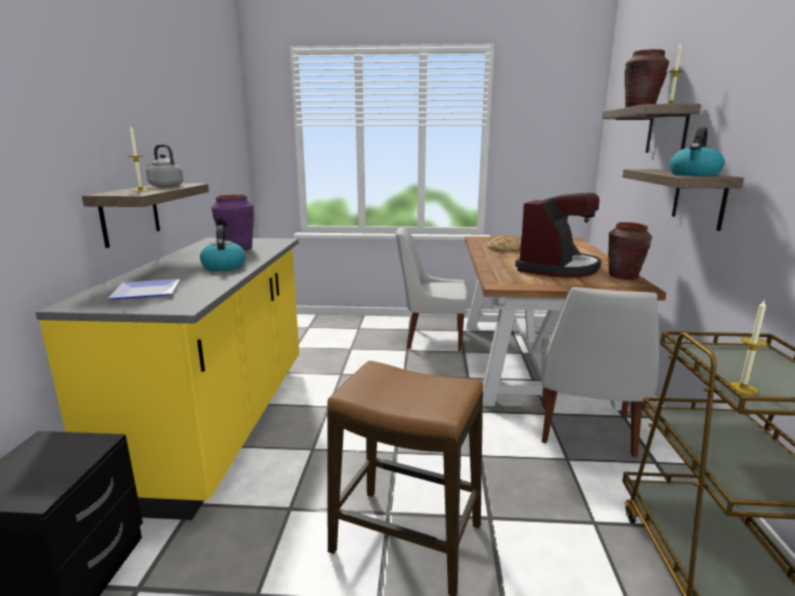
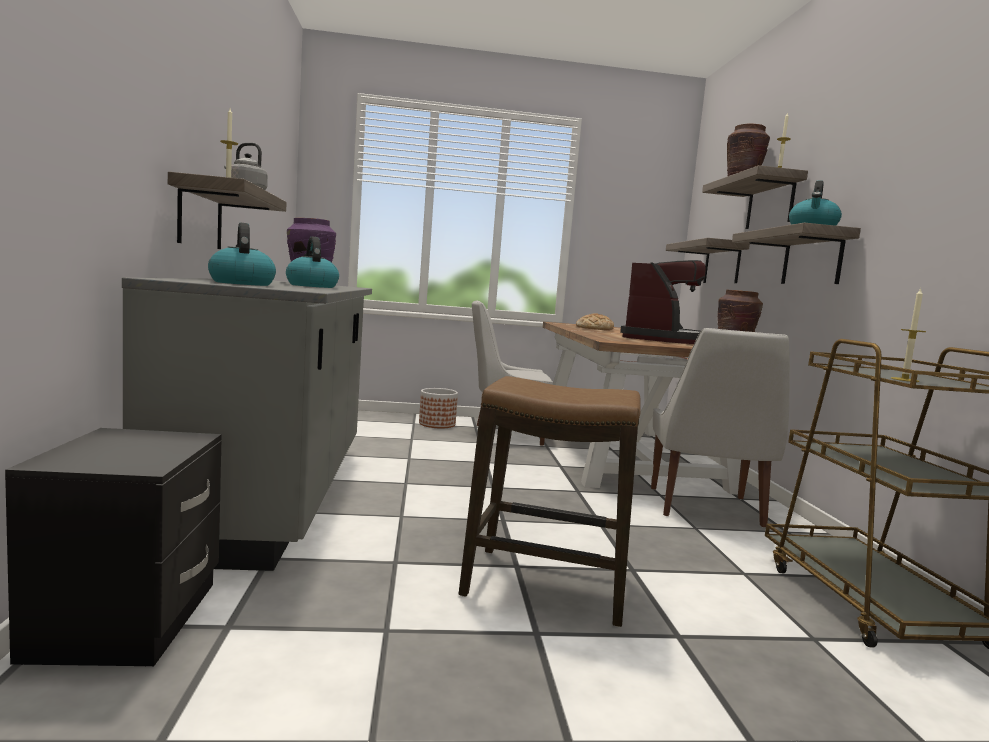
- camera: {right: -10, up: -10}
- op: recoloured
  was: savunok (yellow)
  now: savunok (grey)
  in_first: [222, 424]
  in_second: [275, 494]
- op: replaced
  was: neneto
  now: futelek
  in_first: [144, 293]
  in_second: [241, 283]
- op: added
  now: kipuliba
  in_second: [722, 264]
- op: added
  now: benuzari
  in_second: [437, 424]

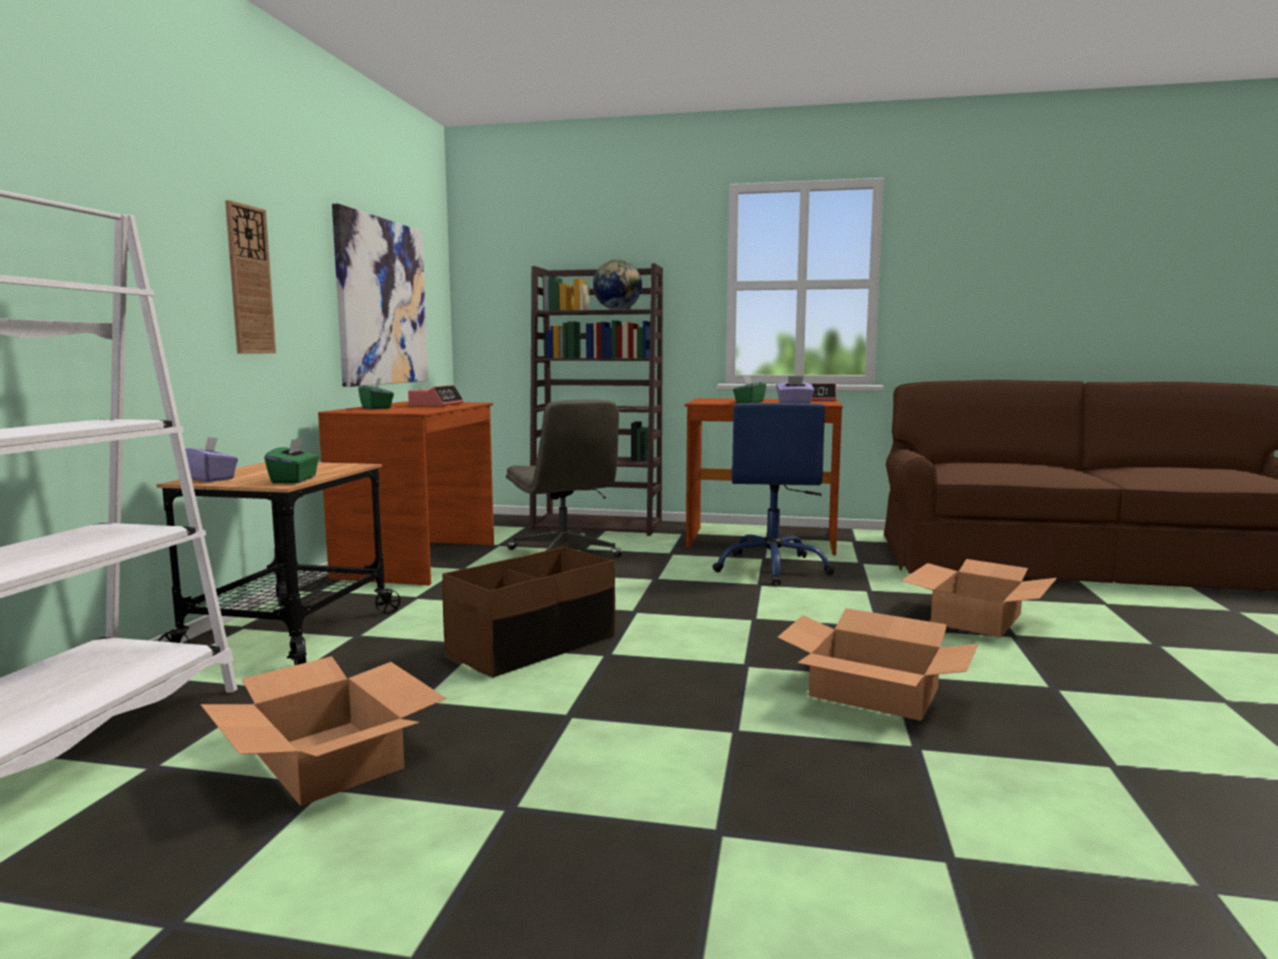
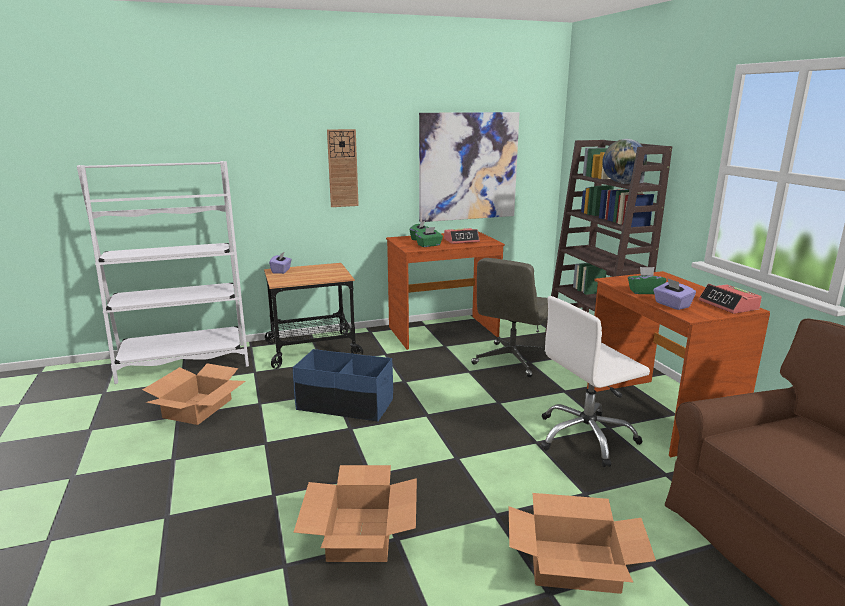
- camera: {right: 60, up: 10}
- op: recoloured
  was: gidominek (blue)
  now: gidominek (white)
  in_first: [772, 568]
  in_second: [586, 437]
- op: moved
  was: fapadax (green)
  in_first: [294, 480]
  in_second: [429, 245]
- op: recoloured
  was: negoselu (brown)
  now: negoselu (blue)
  in_first: [533, 646]
  in_second: [345, 405]

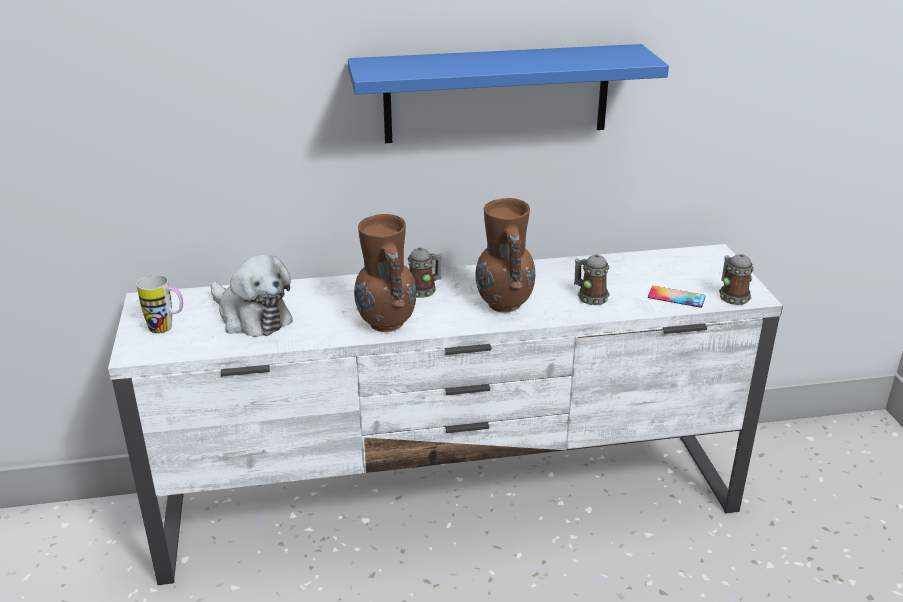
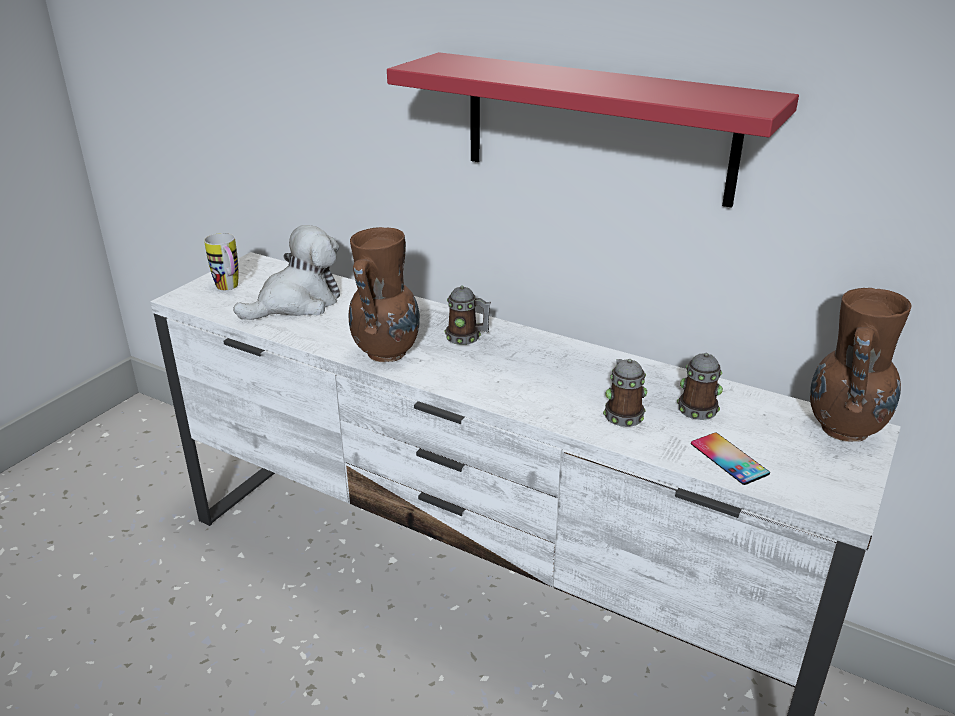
- camera: {right: 40, up: 0}
- op: recoloured
  was: kipuliba (blue)
  now: kipuliba (red)
  in_first: [497, 94]
  in_second: [597, 128]
- op: moved
  was: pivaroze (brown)
  in_first: [504, 305]
  in_second: [842, 430]
- op: turned
  was: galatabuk
  in_first: [251, 317]
  in_second: [297, 303]
  clockwise: -120
- op: moved
  was: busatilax
  in_first: [732, 296]
  in_second: [698, 407]

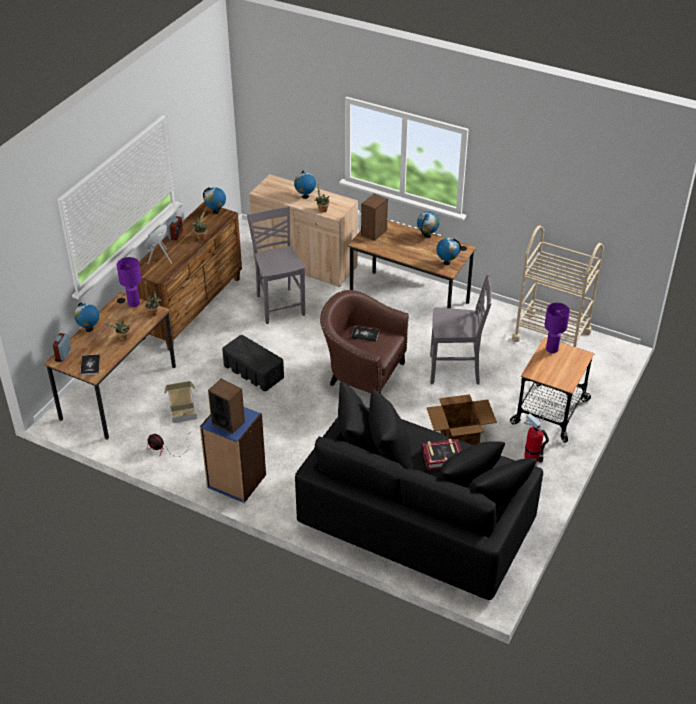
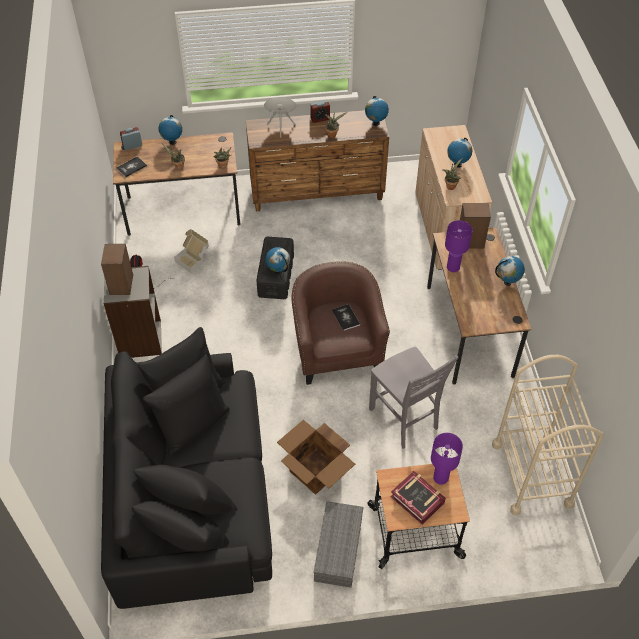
- camera: {right: 55, up: 10}
- op: removed
  was: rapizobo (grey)
  in_first: [279, 305]
- op: moved
  was: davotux
  in_first: [446, 262]
  in_second: [278, 271]
- op: moved
  was: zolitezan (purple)
  in_first: [134, 303]
  in_second: [453, 267]
- op: recoloured
  was: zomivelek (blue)
  now: zomivelek (grey)
  in_first: [236, 481]
  in_second: [139, 339]
- op: replaced
  was: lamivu
  now: negoselu (grey)
  in_first: [532, 457]
  in_second: [337, 548]
- op: moved
  was: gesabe
  in_first: [442, 457]
  in_second: [417, 499]

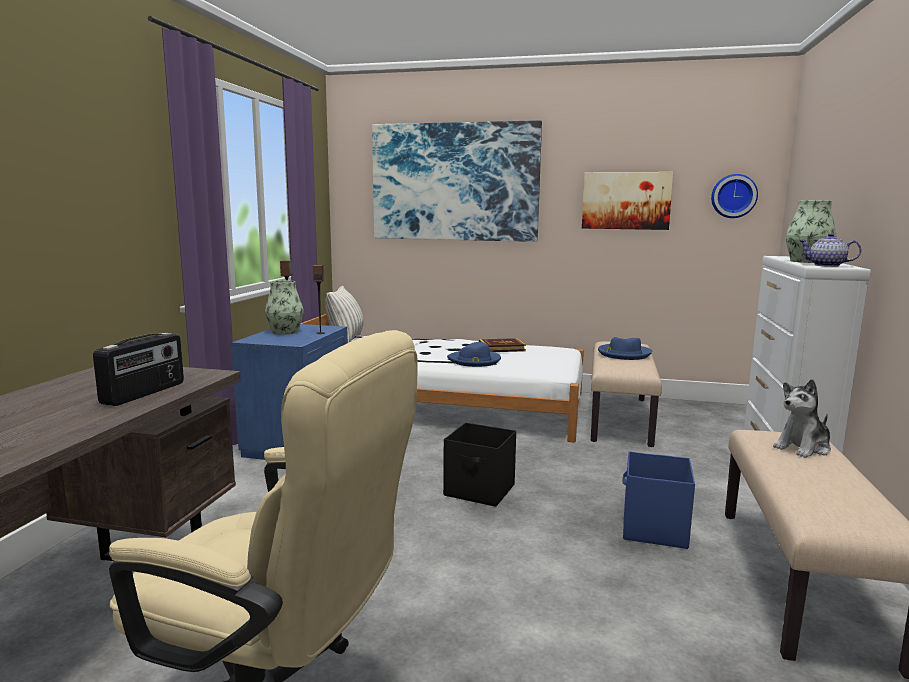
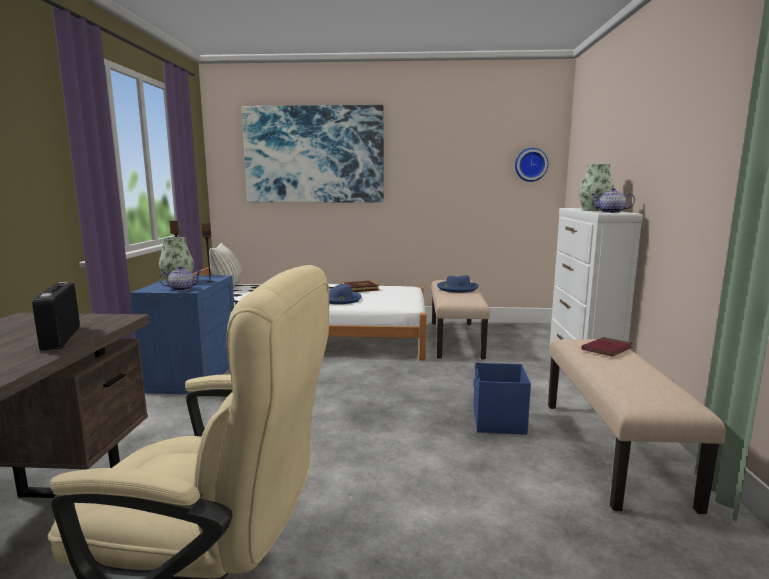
- camera: {right: -10, up: 0}
- op: removed
  was: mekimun
  in_first: [626, 200]
- op: turned
  was: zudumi
  in_first: [145, 393]
  in_second: [60, 338]
  clockwise: 150
- op: replaced
  was: galatabuk
  now: gesabe (red)
  in_first: [803, 448]
  in_second: [606, 349]
- op: removed
  was: negoselu (black)
  in_first: [480, 491]
- op: added
  now: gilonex
  in_second: [181, 289]

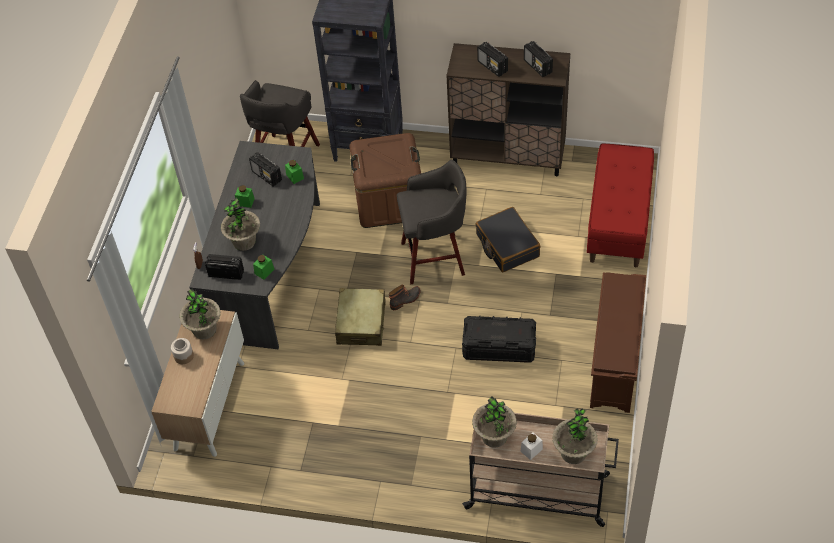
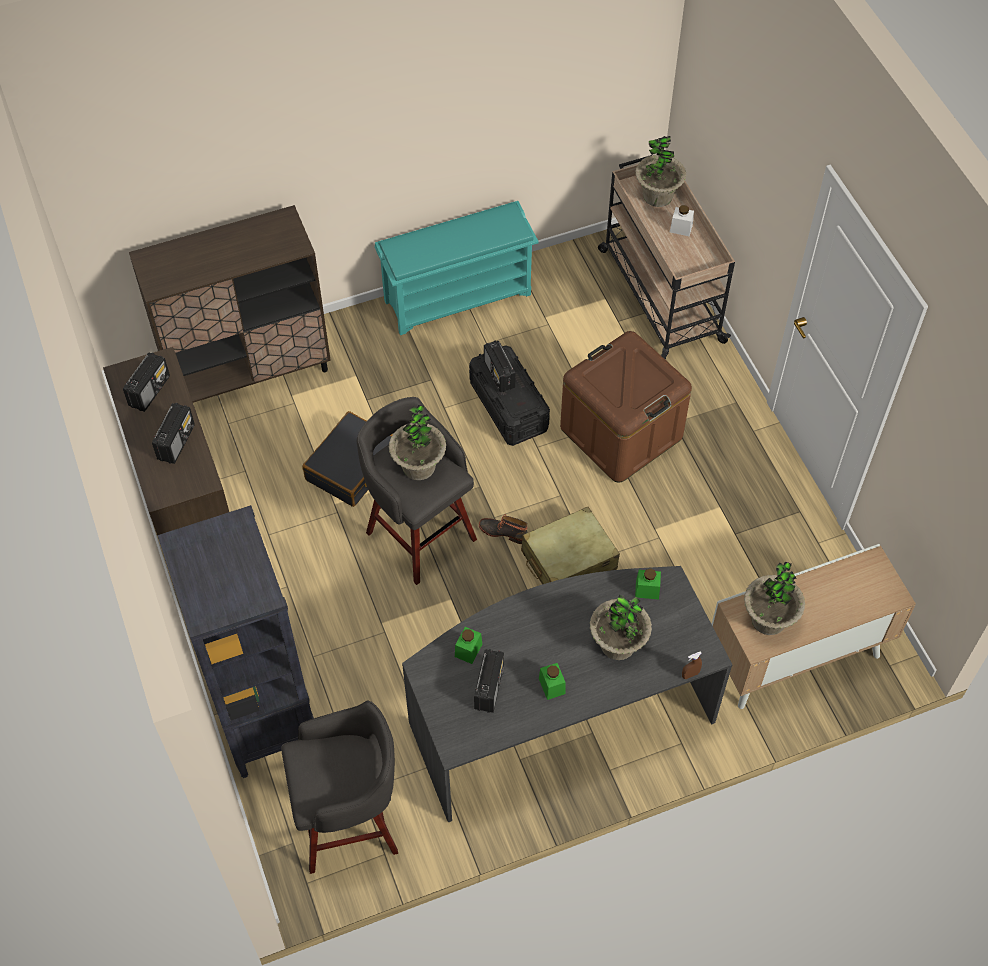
- camera: {right: -125, up: 5}
- op: moved
  was: negoselu (brown)
  in_first: [389, 201]
  in_second: [621, 432]
- op: replaced
  was: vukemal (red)
  now: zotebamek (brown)
  in_first: [618, 222]
  in_second: [249, 372]
- op: moved
  was: zudumi
  in_first: [226, 273]
  in_second: [499, 375]
- op: recoloured
  was: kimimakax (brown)
  now: kimimakax (turquoise)
  in_first: [615, 363]
  in_second: [458, 296]
- op: removed
  was: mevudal
  in_first: [183, 356]
- op: moved
  was: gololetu
  in_first: [494, 436]
  in_second: [419, 466]

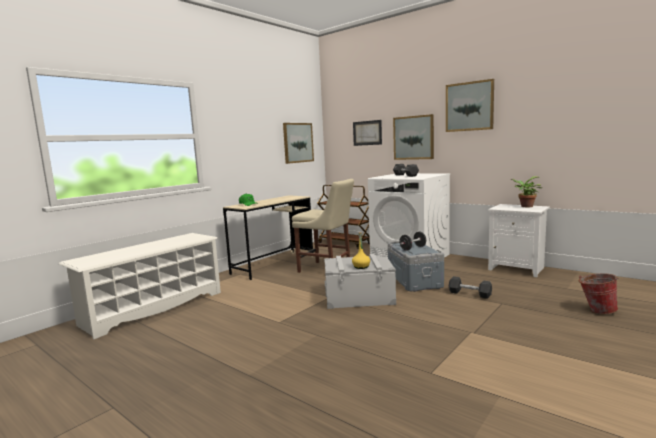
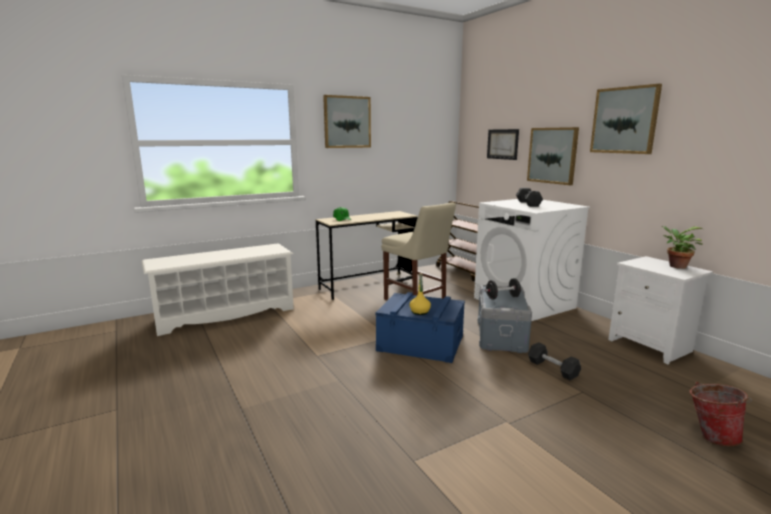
- camera: {right: 20, up: 5}
- op: moved
  was: mekimun
  in_first: [298, 142]
  in_second: [347, 122]
- op: recoloured
  was: negoselu (grey)
  now: negoselu (blue)
  in_first: [359, 296]
  in_second: [421, 343]

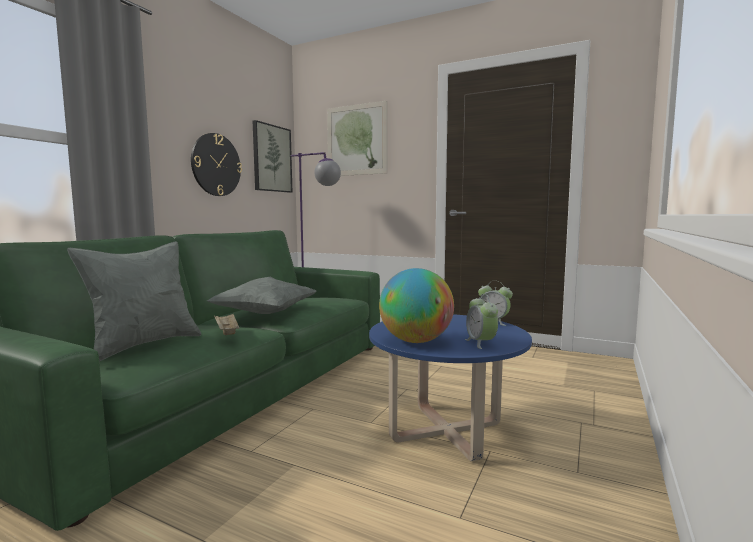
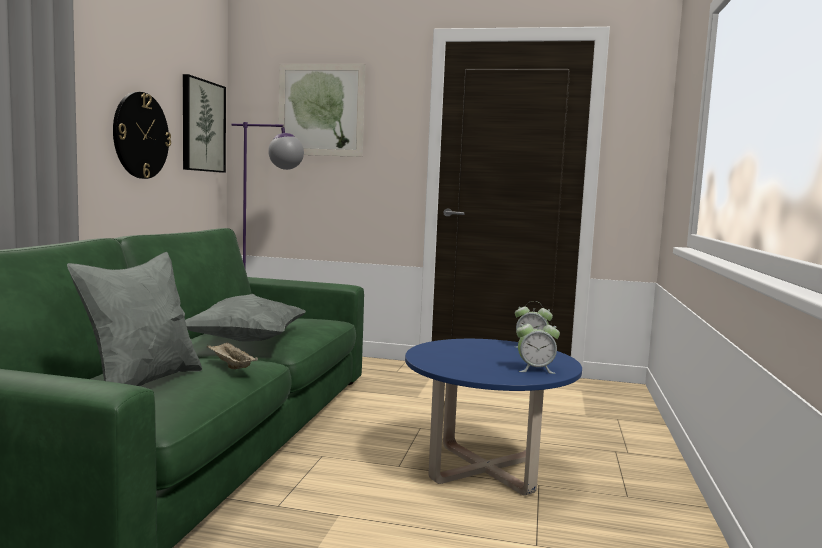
- camera: {right: -15, up: 0}
- op: removed
  was: davotux
  in_first: [416, 341]
- op: turned
  was: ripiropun
  in_first: [481, 343]
  in_second: [535, 370]
  clockwise: -60

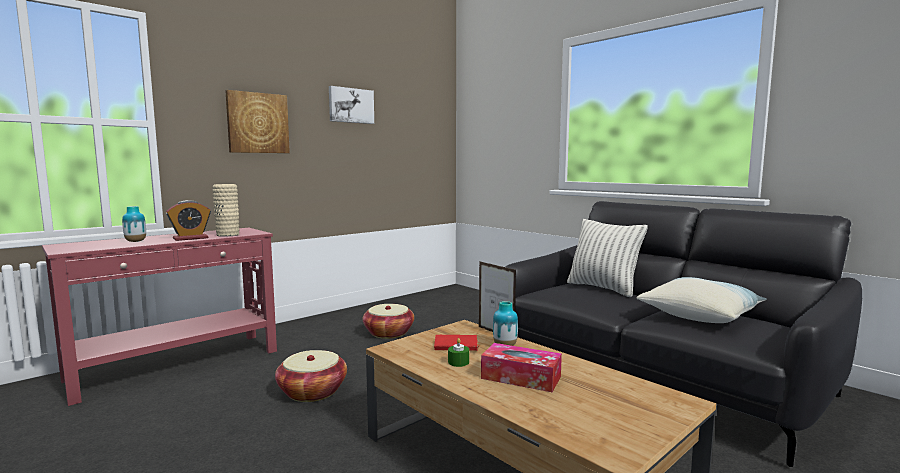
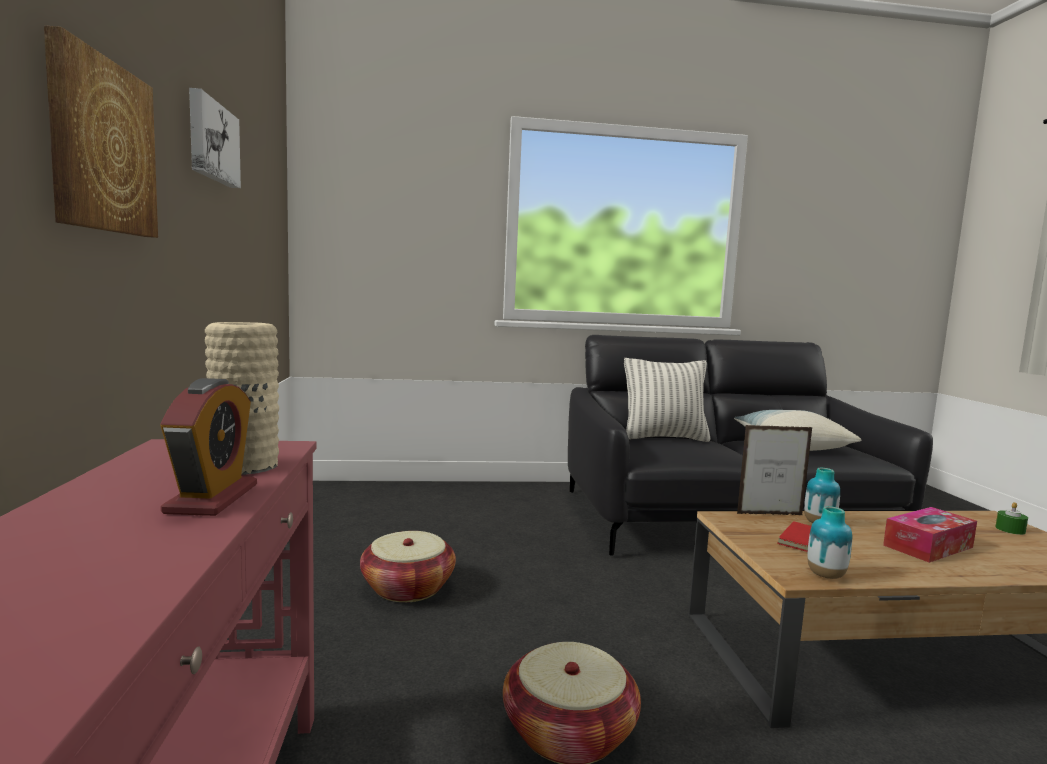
- camera: {right: -55, up: 0}
- op: moved
  was: pivaroze
  in_first: [135, 241]
  in_second: [825, 575]
- op: moved
  was: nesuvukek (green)
  in_first: [458, 362]
  in_second: [1010, 529]

